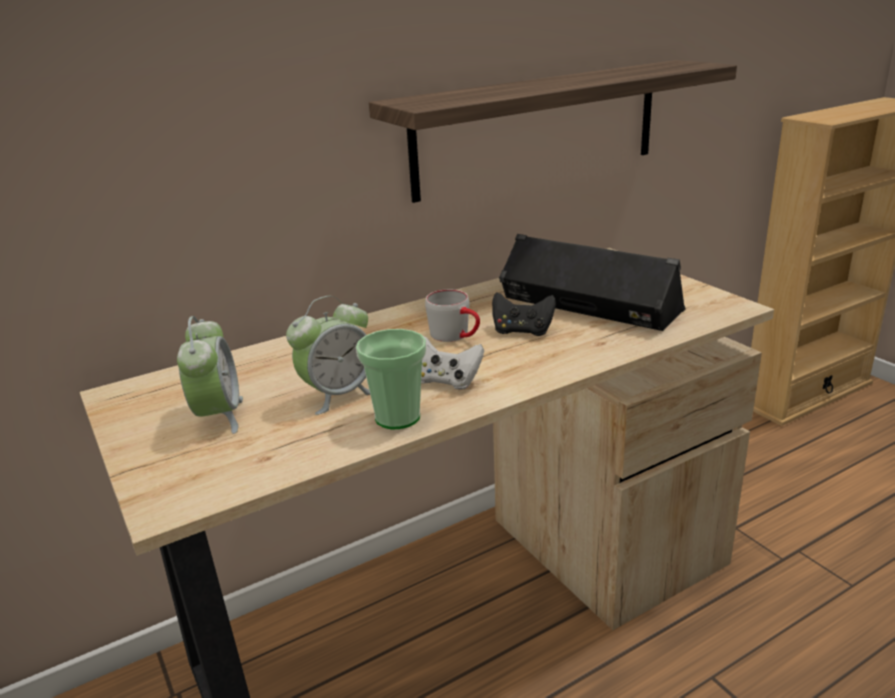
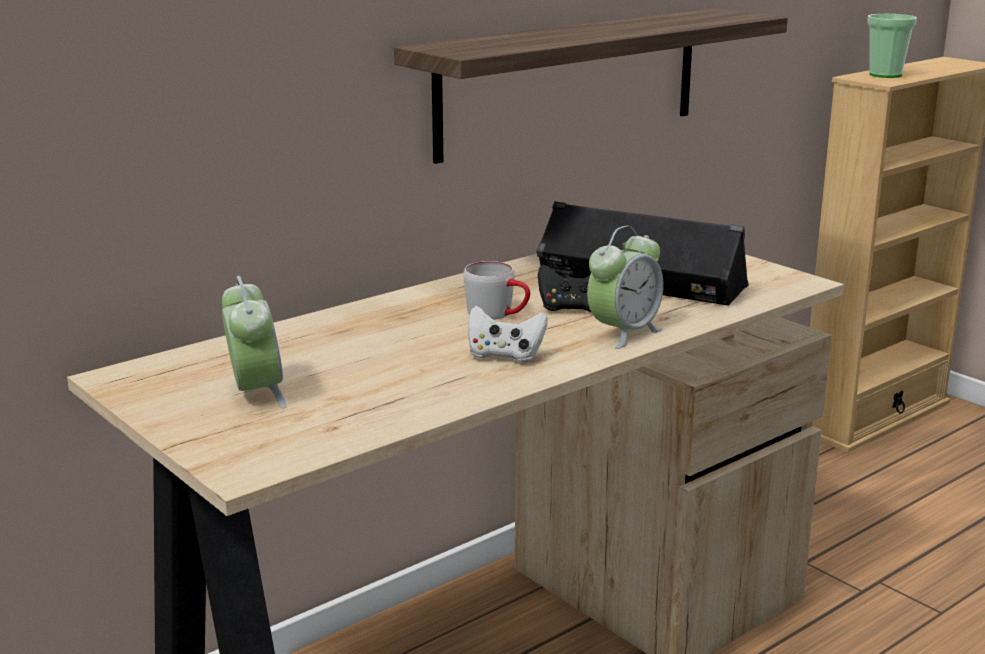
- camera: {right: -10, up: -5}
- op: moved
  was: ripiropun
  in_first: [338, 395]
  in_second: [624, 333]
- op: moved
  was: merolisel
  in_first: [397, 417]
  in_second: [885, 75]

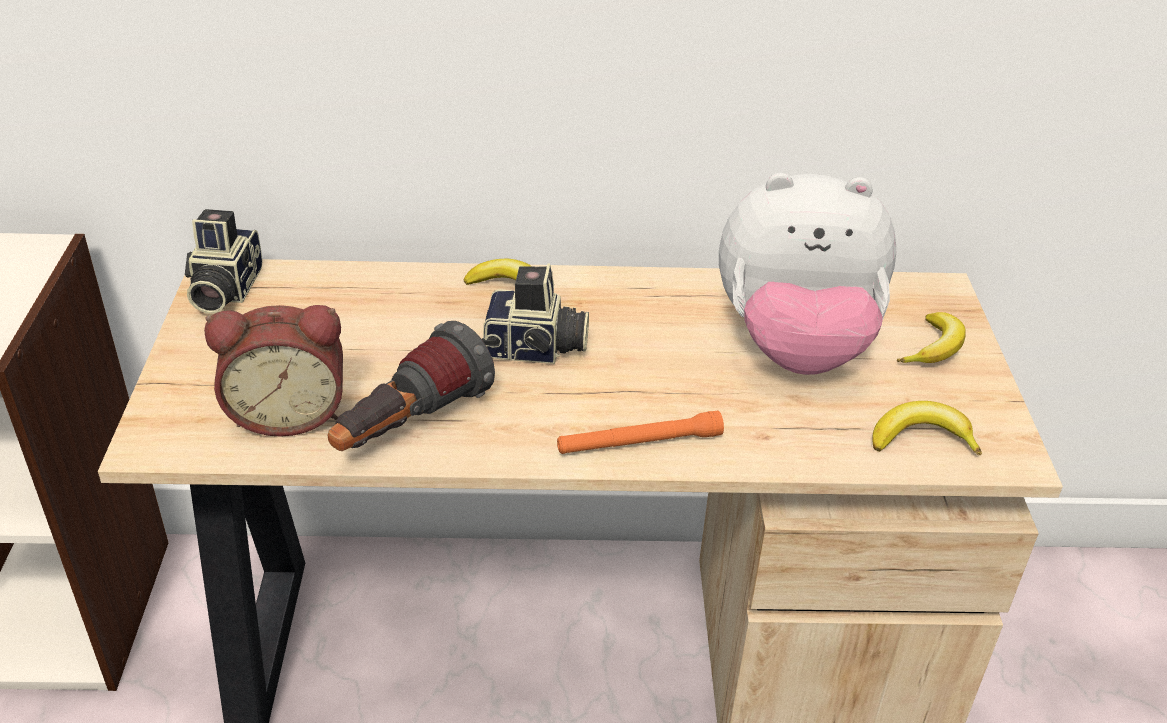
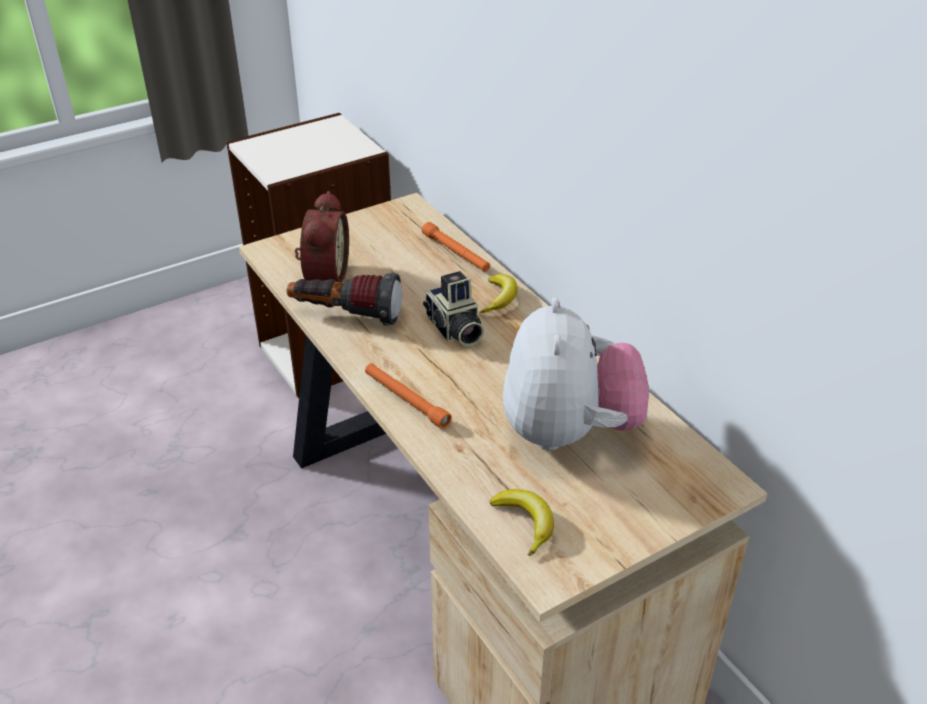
- camera: {right: 60, up: 0}
- op: turned
  was: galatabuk
  in_first: [794, 347]
  in_second: [568, 432]
  clockwise: -150
- op: removed
  was: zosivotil
  in_first: [223, 290]
- op: turned
  was: ripiropun
  in_first: [288, 412]
  in_second: [323, 275]
  clockwise: -135
- op: removed
  was: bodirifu
  in_first: [934, 348]
- op: added
  now: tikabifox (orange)
  in_second: [456, 253]

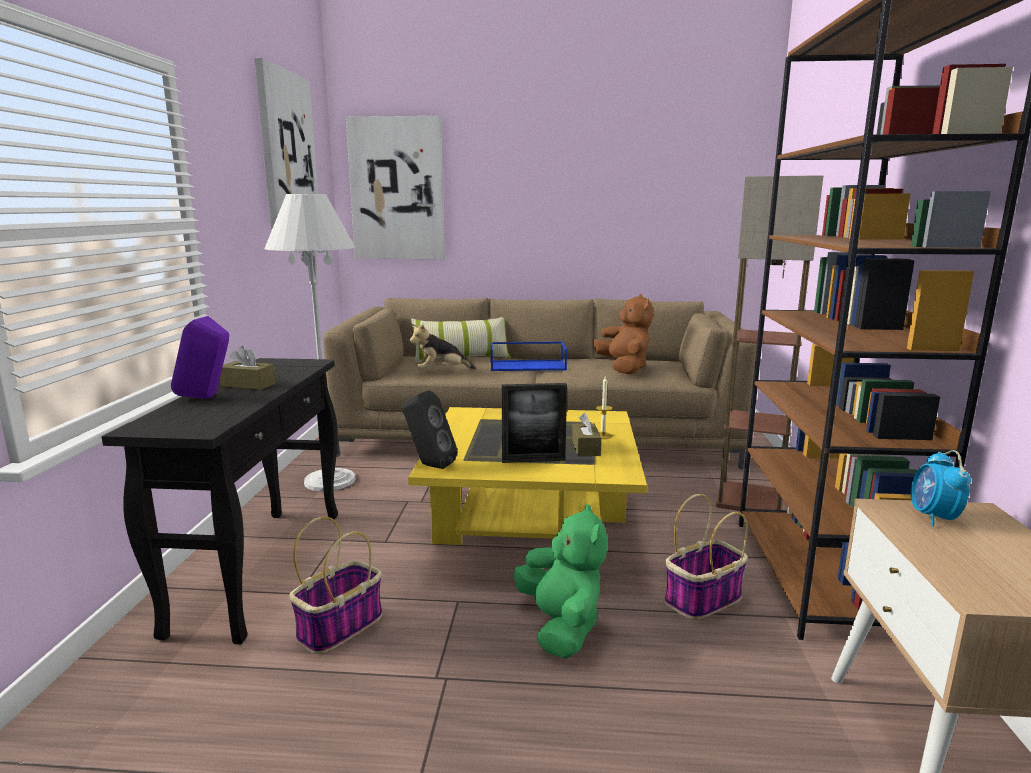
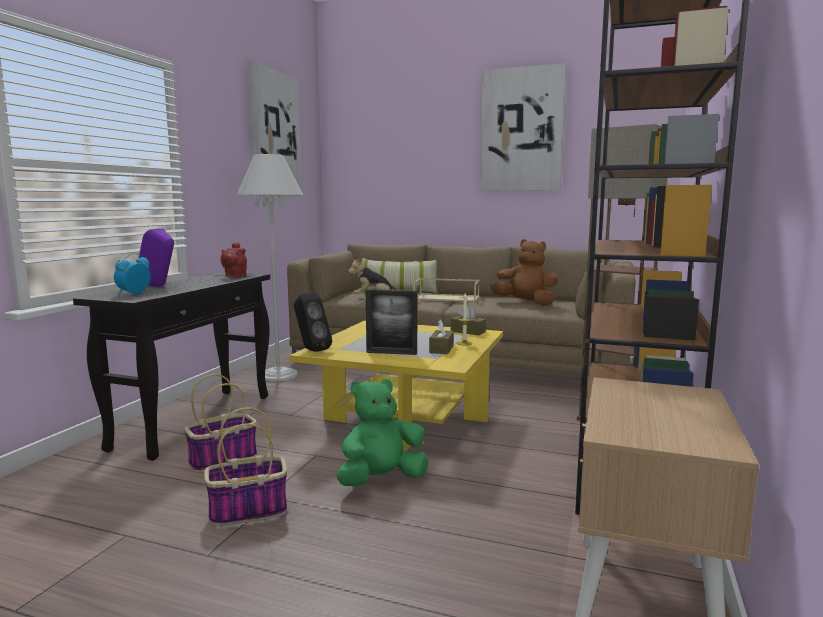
- camera: {right: 15, up: -5}
- op: moved
  was: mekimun
  in_first: [397, 189]
  in_second: [522, 130]
- op: turned
  was: galatabuk (brown)
  in_first: [624, 368]
  in_second: [525, 303]
  clockwise: -60
- op: recoloured
  was: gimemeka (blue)
  now: gimemeka (beige)
  in_first: [528, 365]
  in_second: [447, 298]
- op: moved
  was: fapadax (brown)
  in_first: [248, 385]
  in_second: [468, 332]
- op: moved
  was: ripiropun
  in_first: [933, 517]
  in_second: [133, 294]
- op: moved
  was: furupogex
  in_first: [702, 600]
  in_second: [247, 511]
- op: turned
  was: galatabuk (green)
  in_first: [561, 626]
  in_second: [381, 480]
  clockwise: -120
- op: added
  now: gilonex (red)
  in_second: [234, 276]

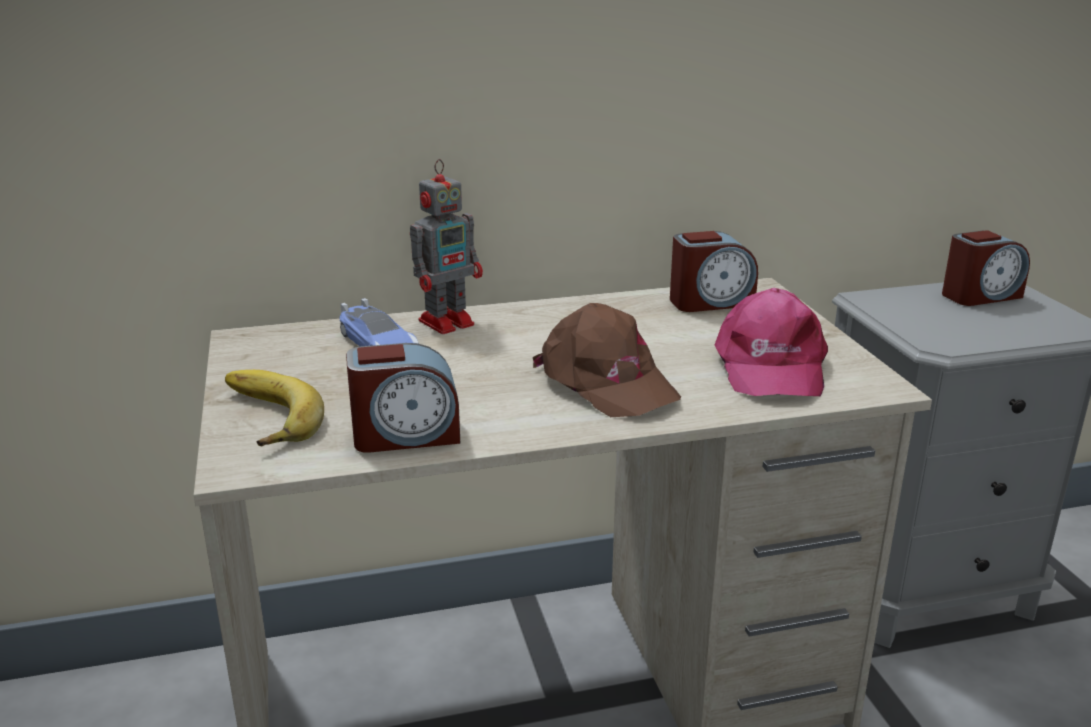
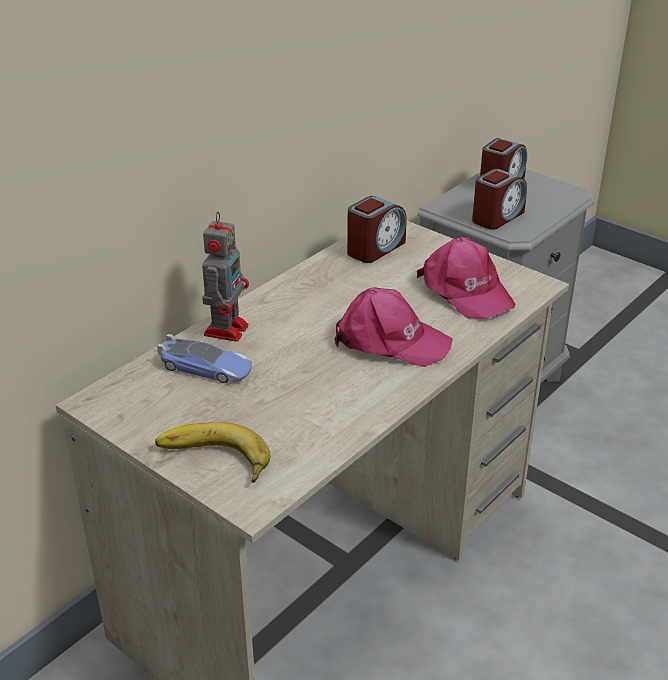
- camera: {right: -35, up: 10}
- op: recoloured
  was: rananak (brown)
  now: rananak (pink)
  in_first: [606, 382]
  in_second: [390, 341]
- op: moved
  was: ripiropun
  in_first: [406, 435]
  in_second: [497, 217]

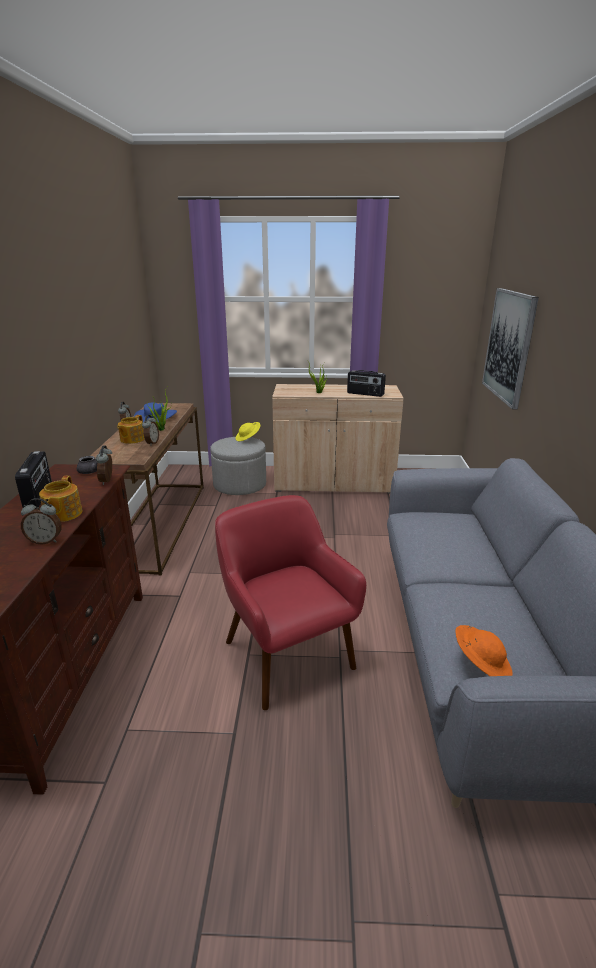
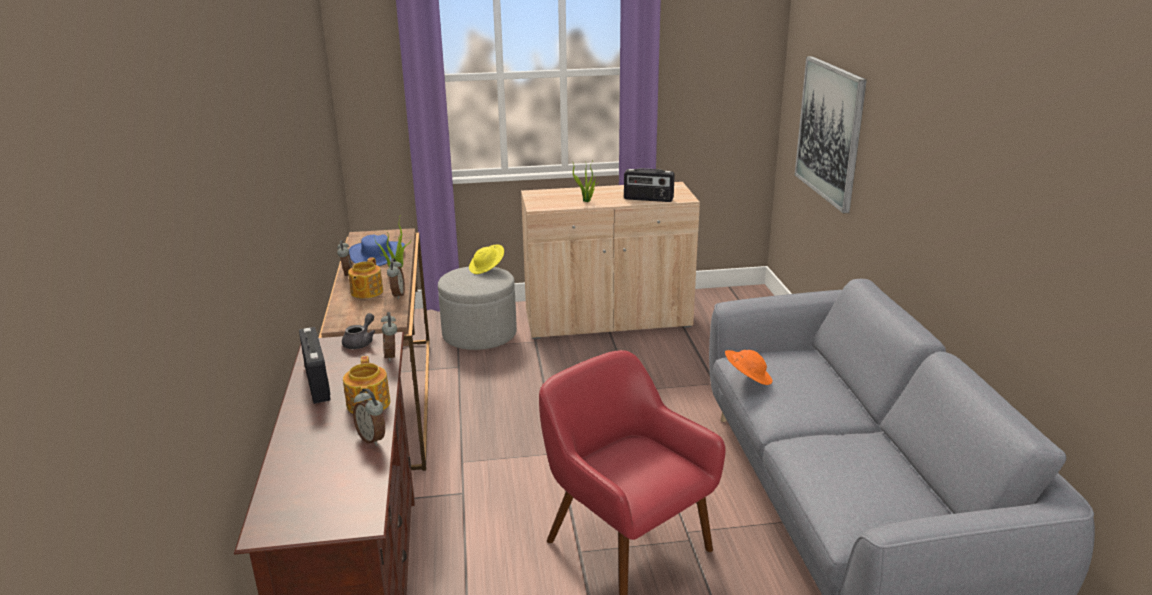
- camera: {right: -10, up: 0}
- op: turned
  was: ripiropun
  in_first: [45, 541]
  in_second: [372, 438]
  clockwise: 60
- op: moved
  was: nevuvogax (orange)
  in_first: [480, 663]
  in_second: [747, 378]

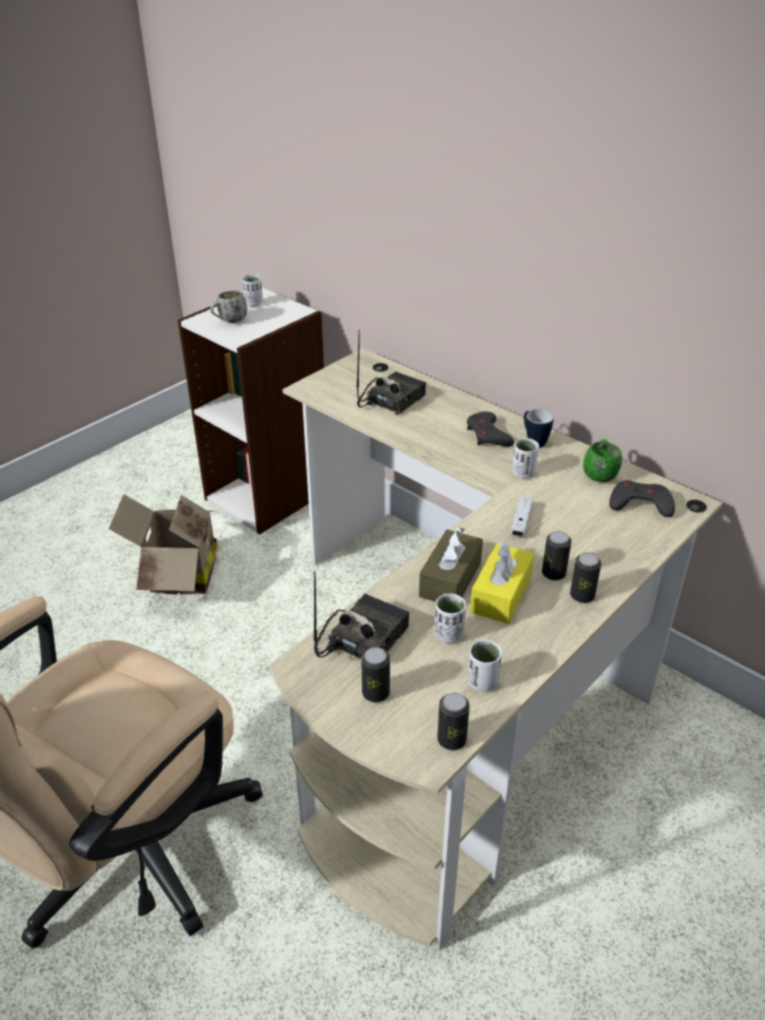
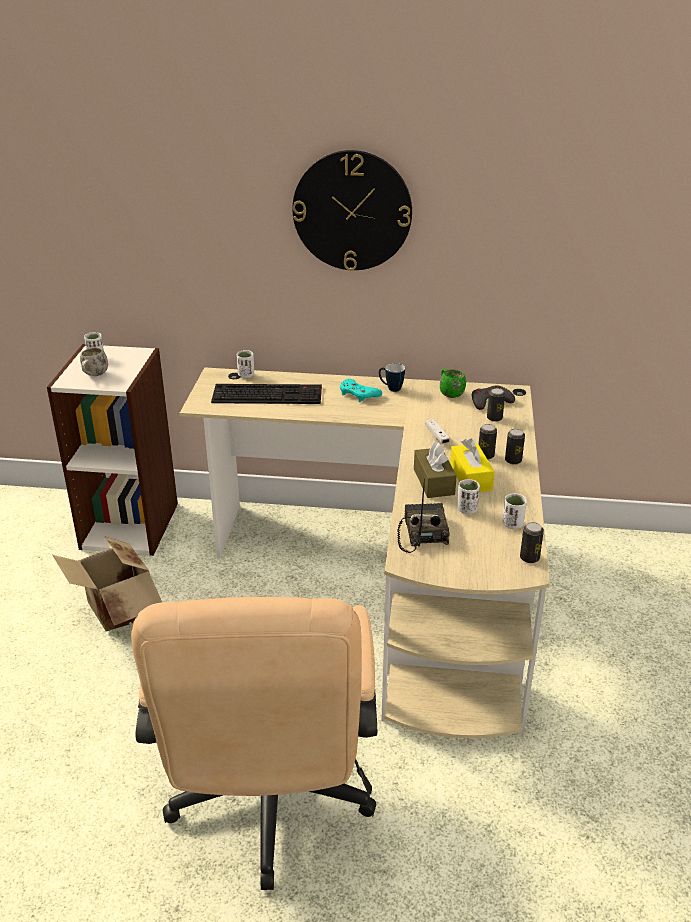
- camera: {right: -35, up: -5}
- op: replaced
  was: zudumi
  now: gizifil
  in_first: [391, 400]
  in_second: [268, 394]
- op: recoloured
  was: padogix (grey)
  now: padogix (turquoise)
  in_first: [488, 435]
  in_second: [358, 394]
- op: moved
  was: merolisel (white)
  in_first: [523, 473]
  in_second: [246, 375]
- op: moved
  was: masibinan
  in_first: [375, 693]
  in_second: [494, 418]
- op: added
  now: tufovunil
  in_second: [352, 211]

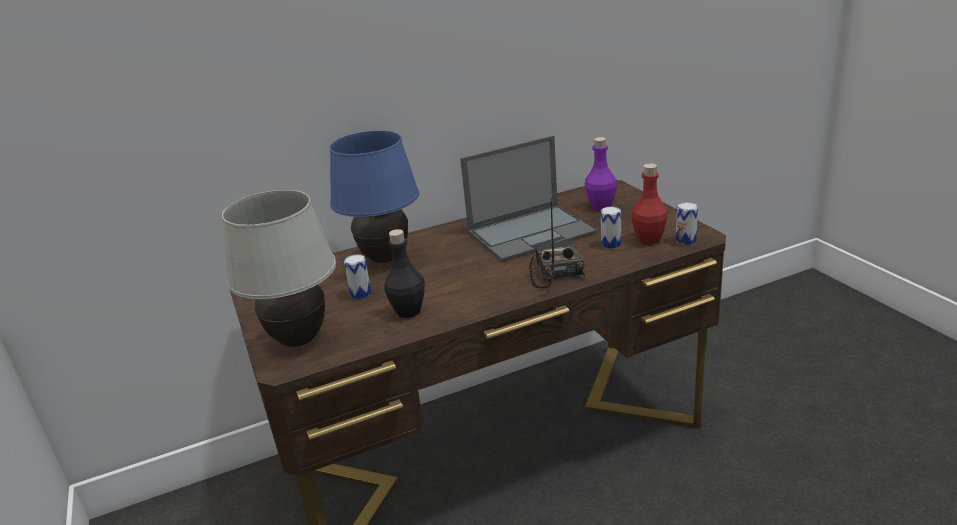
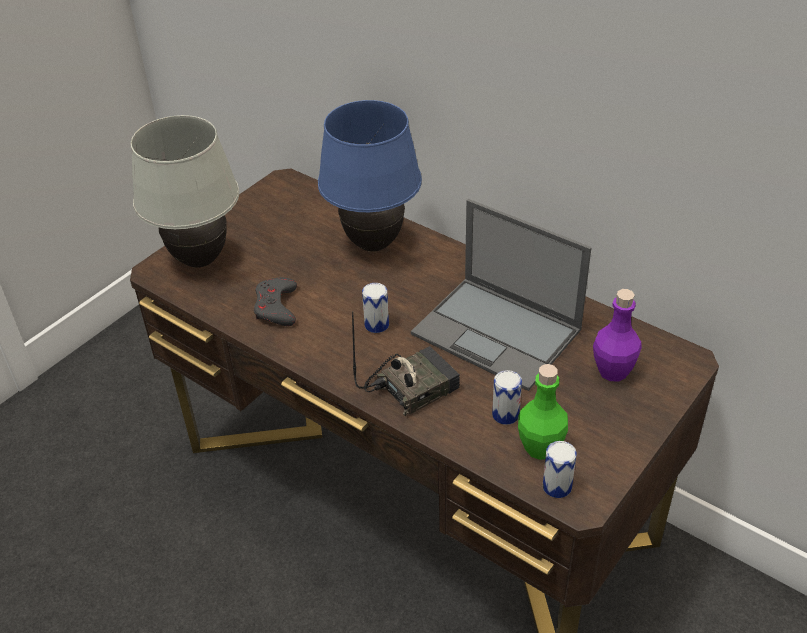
- camera: {right: 60, up: 15}
- op: recoloured
  was: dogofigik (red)
  now: dogofigik (green)
  in_first: [649, 239]
  in_second: [540, 447]
- op: replaced
  was: dogofigik (black)
  now: padogix (grey)
  in_first: [408, 311]
  in_second: [276, 307]
- op: moved
  was: masibinan
  in_first: [361, 294]
  in_second: [376, 325]

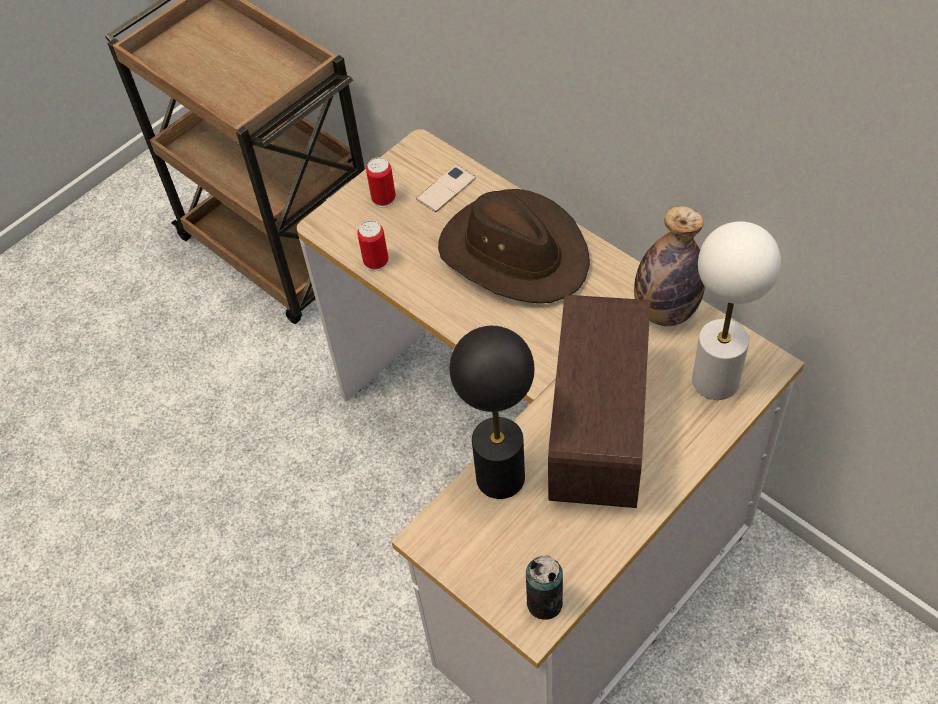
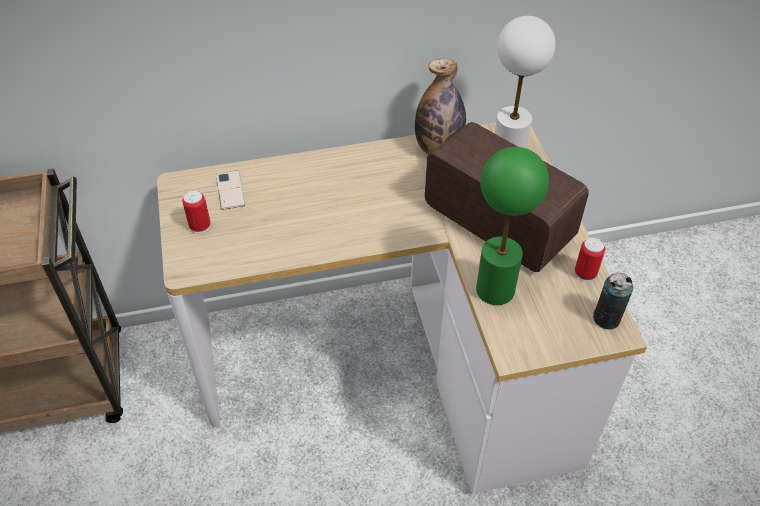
- camera: {right: -60, up: -5}
- op: removed
  was: nevuvogax (brown)
  in_first: [514, 252]
- op: moved
  was: masibinan
  in_first: [376, 261]
  in_second: [585, 273]
- op: recoloured
  was: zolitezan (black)
  now: zolitezan (green)
  in_first: [500, 476]
  in_second: [495, 289]

